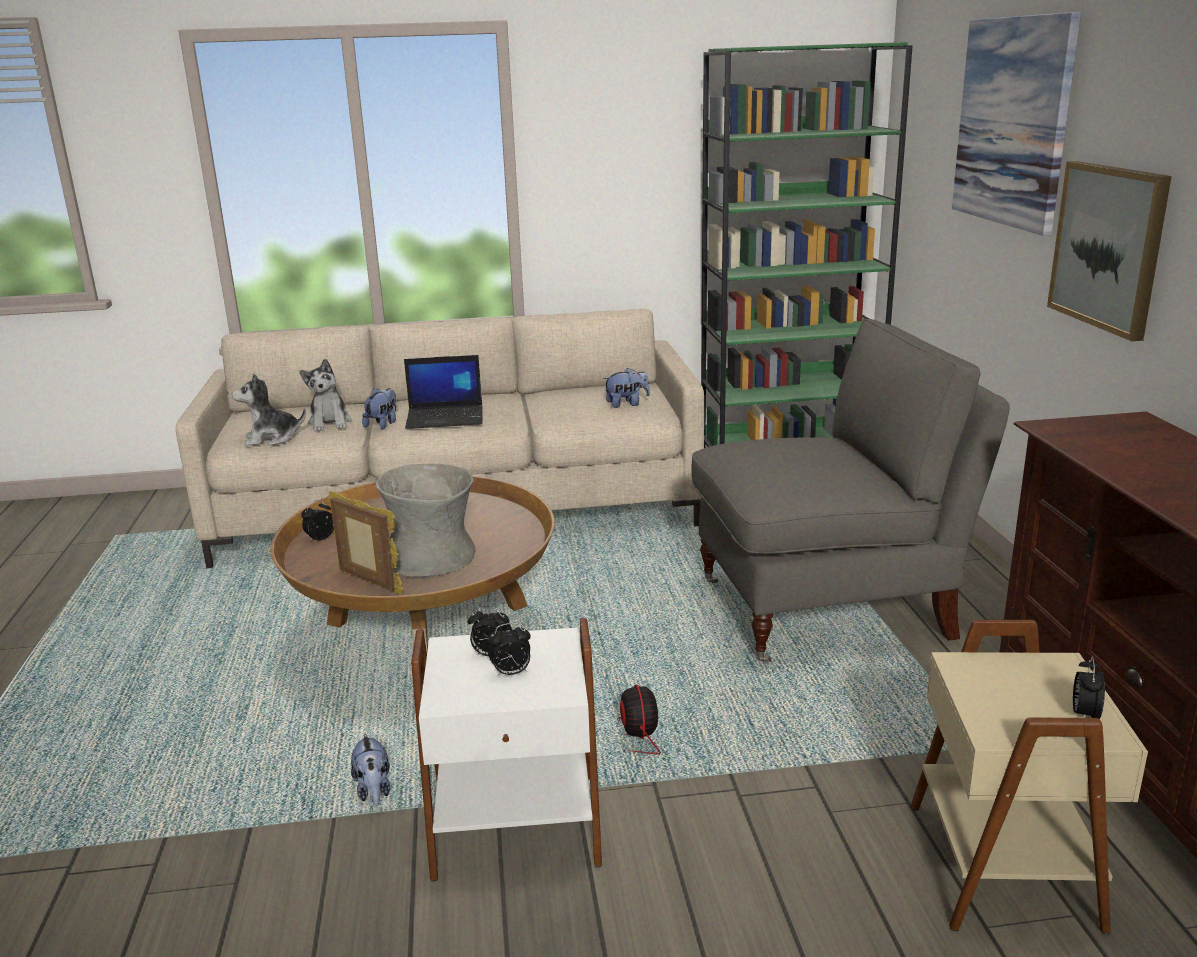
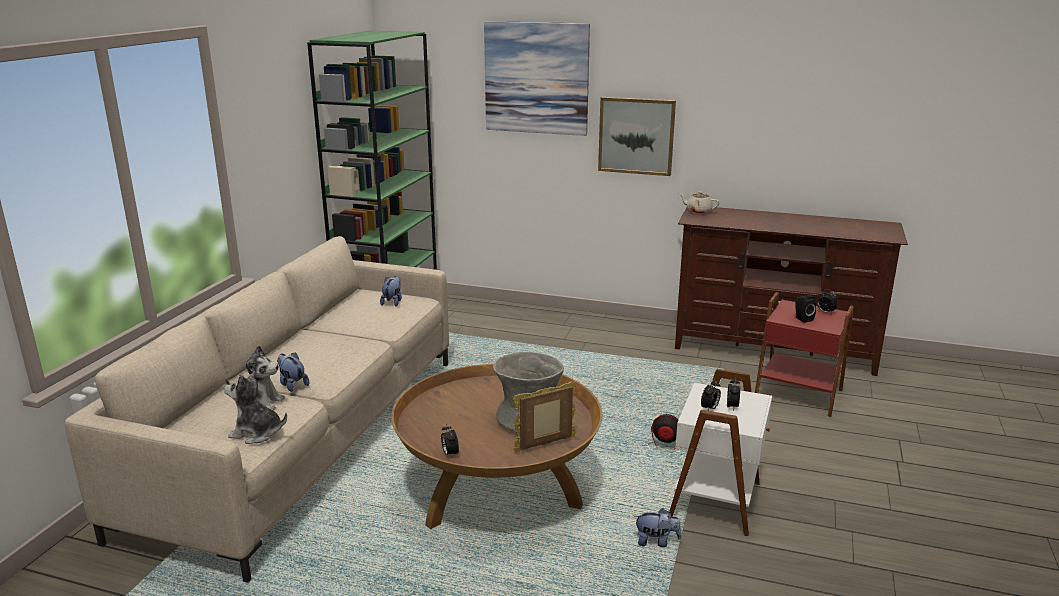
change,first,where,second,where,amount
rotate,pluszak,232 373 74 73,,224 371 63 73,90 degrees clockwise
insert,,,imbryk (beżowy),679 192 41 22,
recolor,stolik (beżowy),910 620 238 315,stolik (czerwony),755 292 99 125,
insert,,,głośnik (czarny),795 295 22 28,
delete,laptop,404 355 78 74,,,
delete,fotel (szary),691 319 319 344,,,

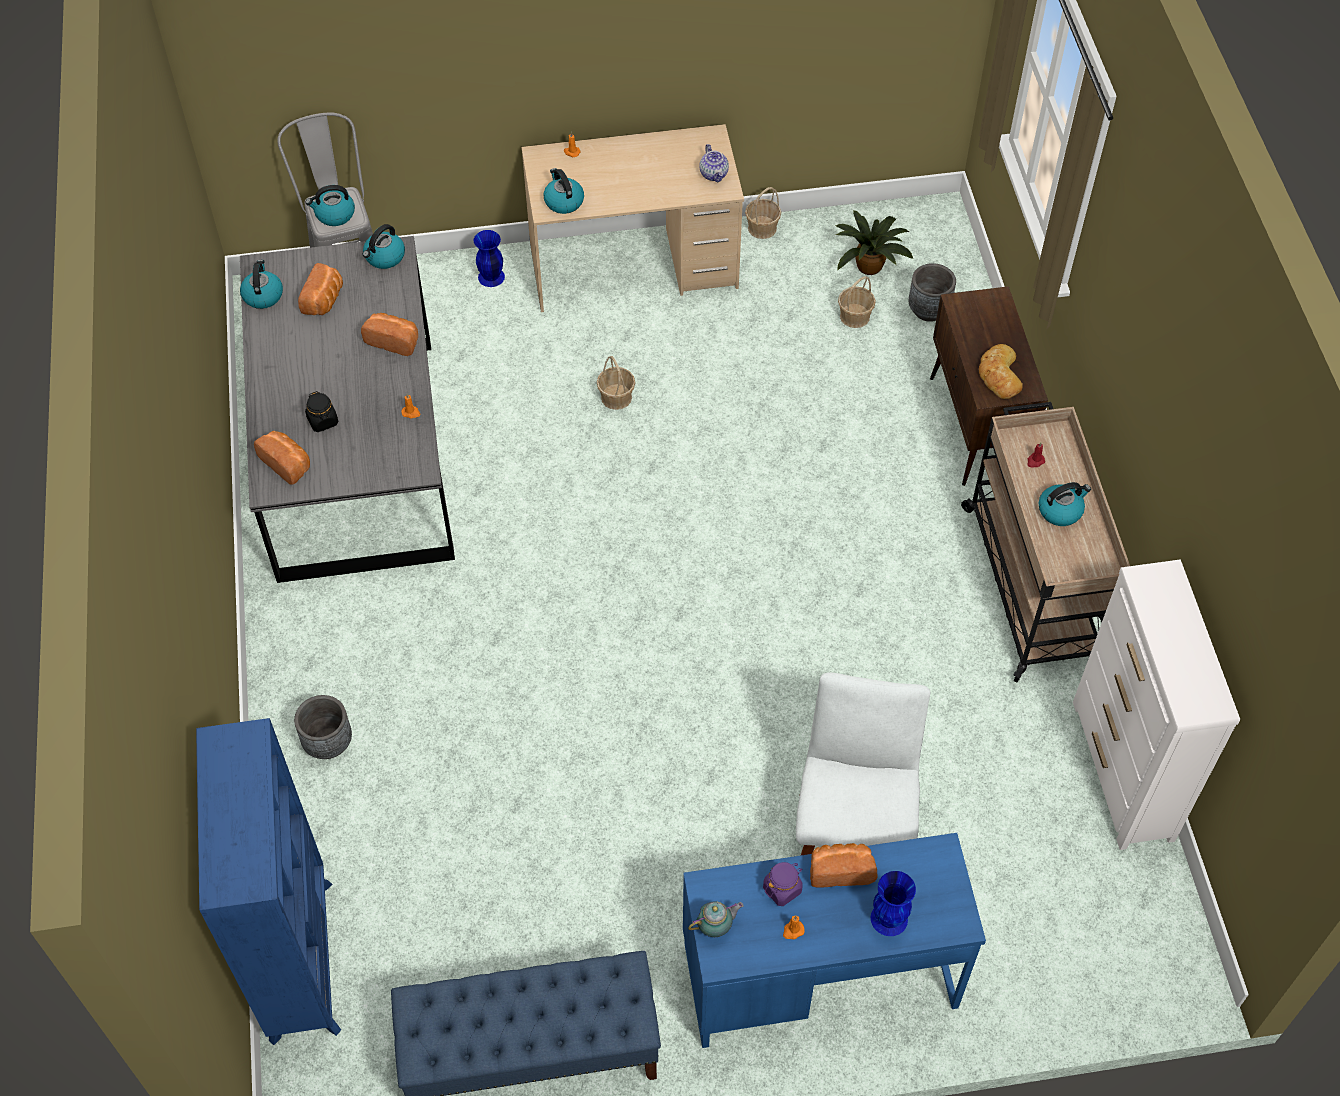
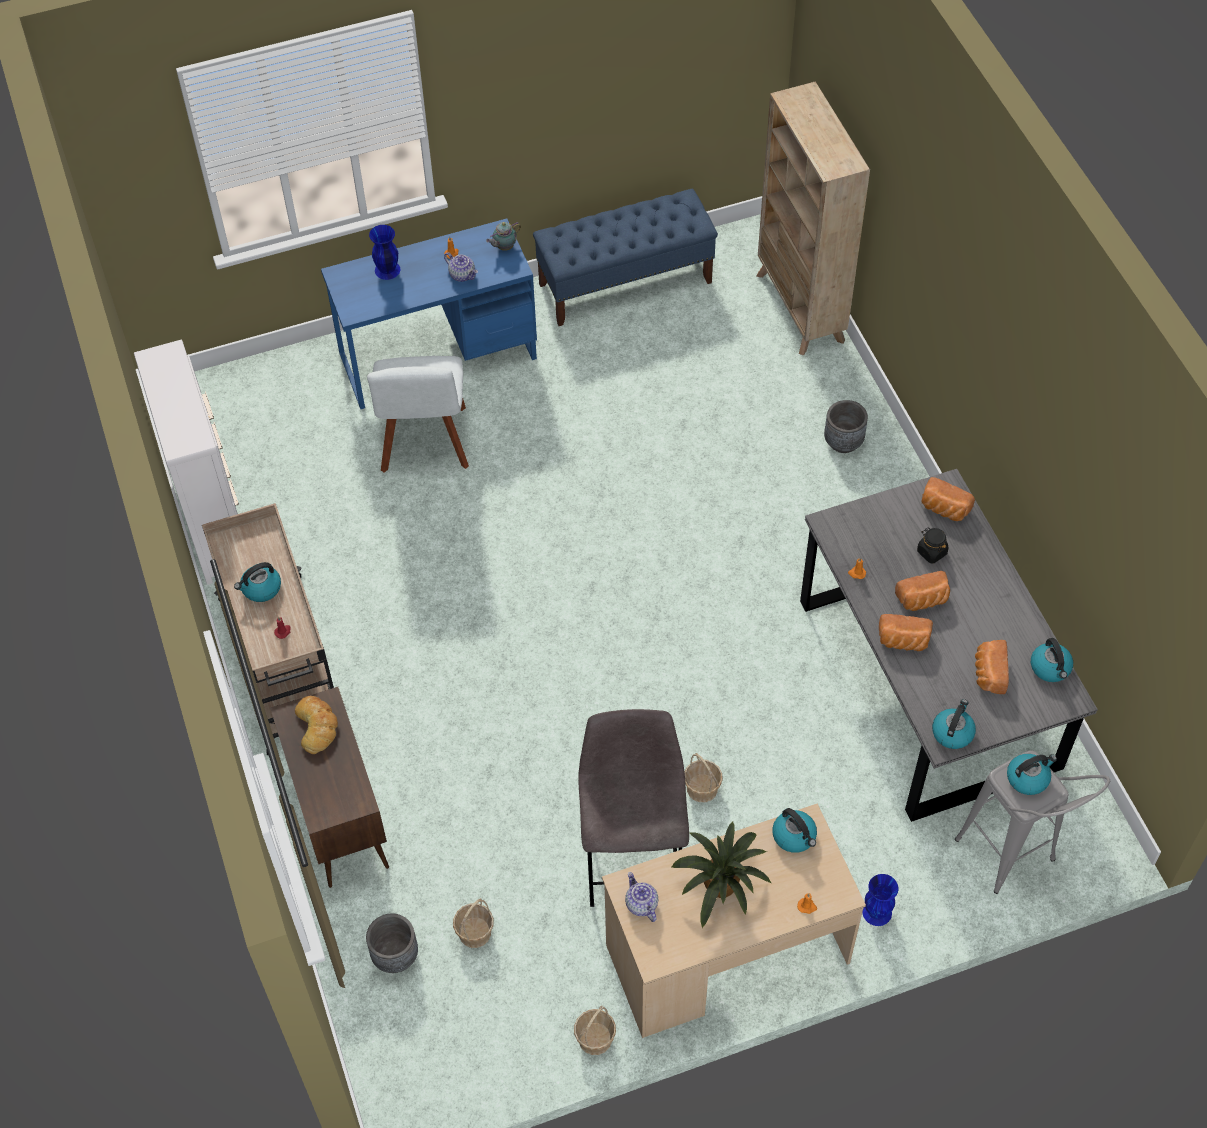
change,first,where,second,where,amount
replace,słoik (fioletowy),763 862 40 44,imbryk,444 252 34 30,
insert,,,stołek (szary),578 709 111 198,
move,roślina doniczkowa,836 210 77 65,,672 822 99 106,
recolor,regał (niebieski),196 718 145 327,regał (beżowy),756 81 114 274,
move,chleb,810 843 68 44,,895 571 55 40,

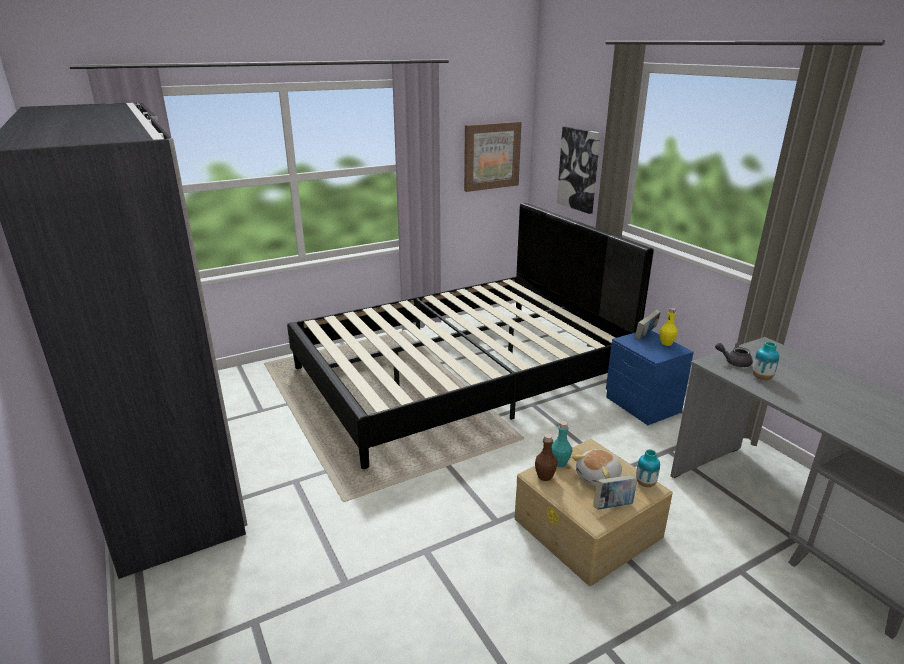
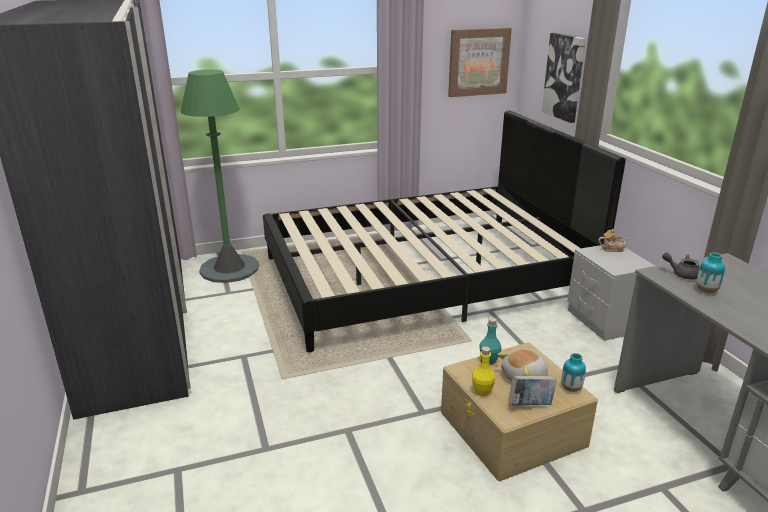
change,first,where,second,where,amount
insert,,,lampa stojąca (zielony),181 70 78 213,
move,butelka (żółty),660 308 18 38,,472 346 23 51,
recolor,szafka nocna (niebieski),606 331 88 94,szafka nocna (szary),567 245 88 96,
replace,książka,635 309 26 31,imbryk,598 229 32 23,
delete,butelka (brązowy),535 434 22 47,,,

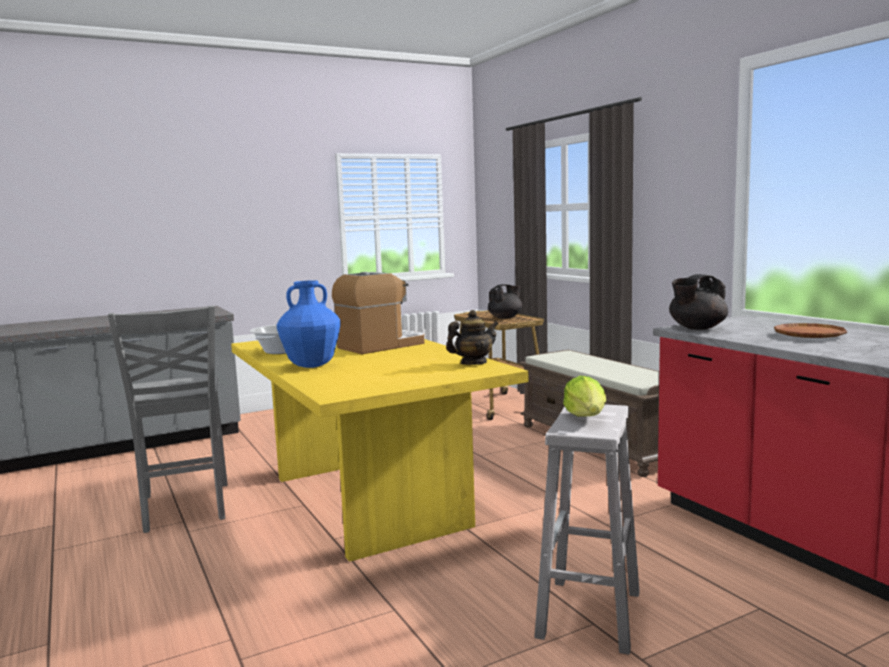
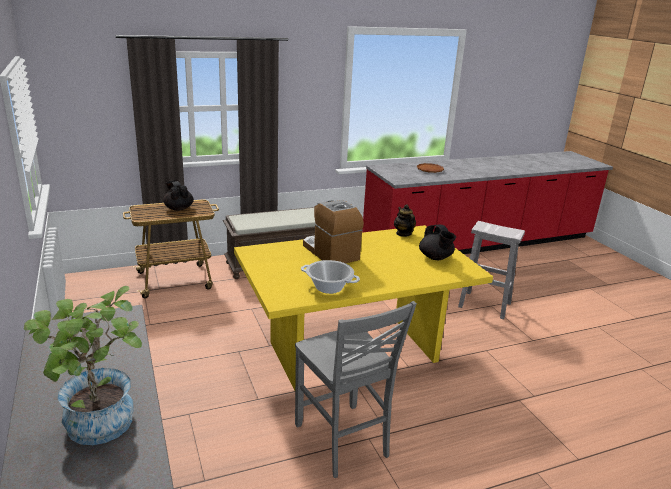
change,first,where,second,where,amount
insert,,,roślina doniczkowa,24 286 118 159,
rotate,krzesło (szary),108 306 119 227,,295 301 122 177,75 degrees clockwise
move,imbryk (czarny),669 274 59 56,,419 225 37 35,
delete,wazon (niebieski),277 280 64 88,,,
delete,sałata,563 376 44 41,,,

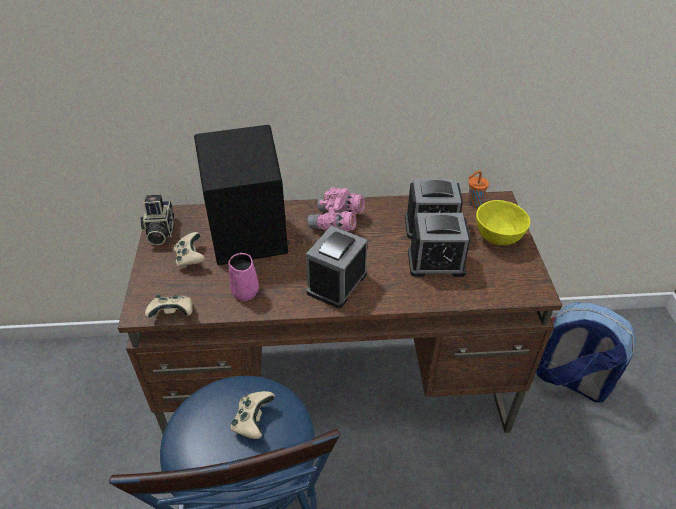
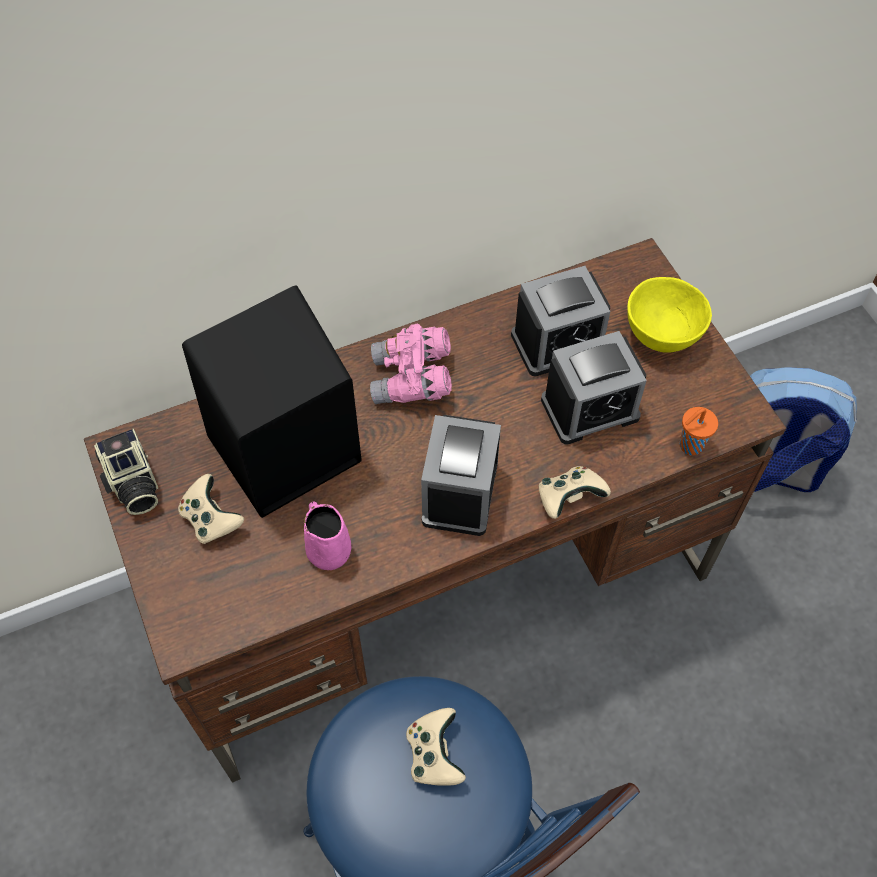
change,first,where,second,where,amount
move,pad do gier (beżowy),145 295 48 23,,538 466 73 53,
move,filiżanka (pomarańczowy),468 171 21 36,,680 407 38 48,

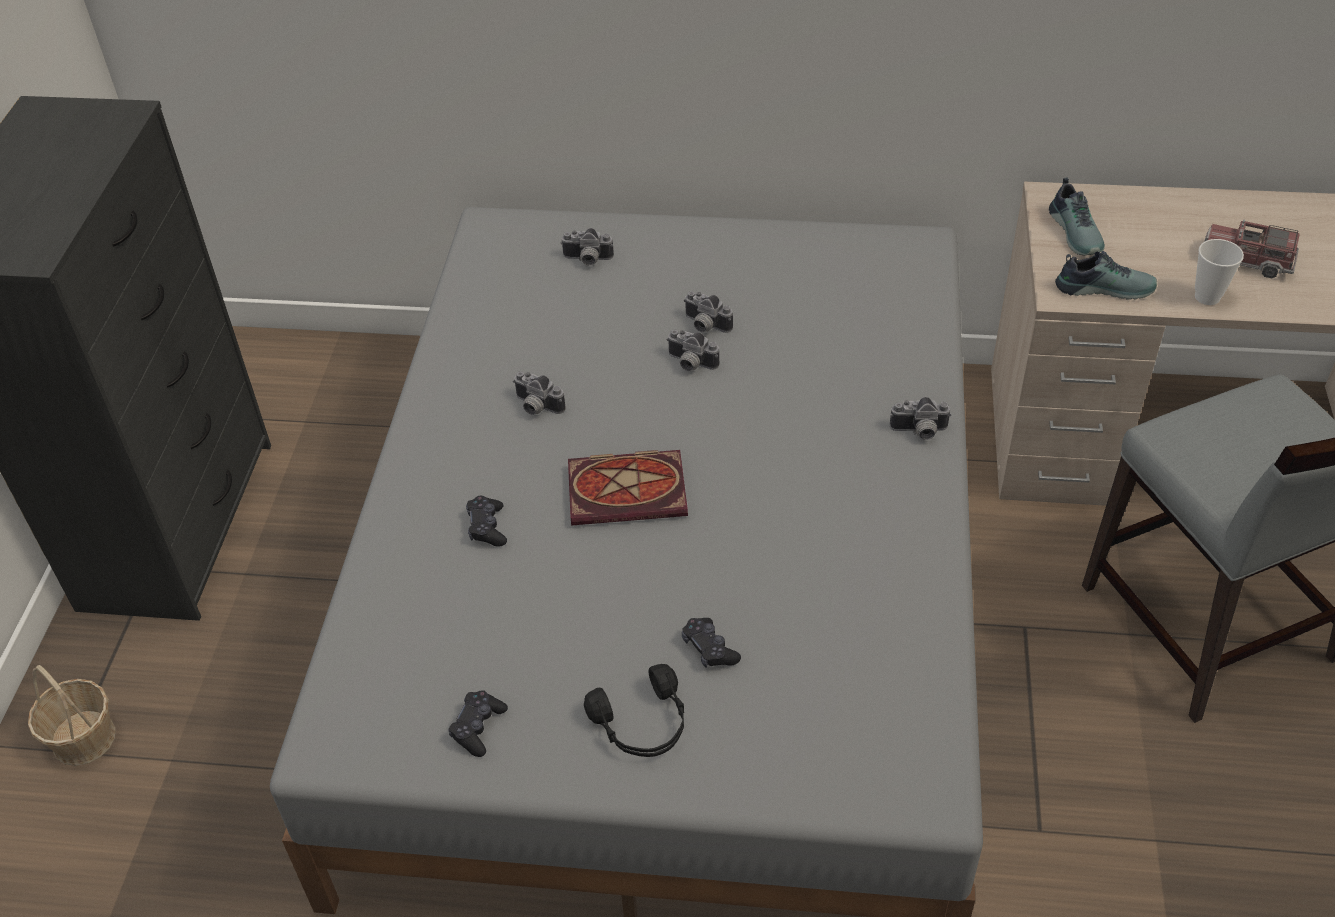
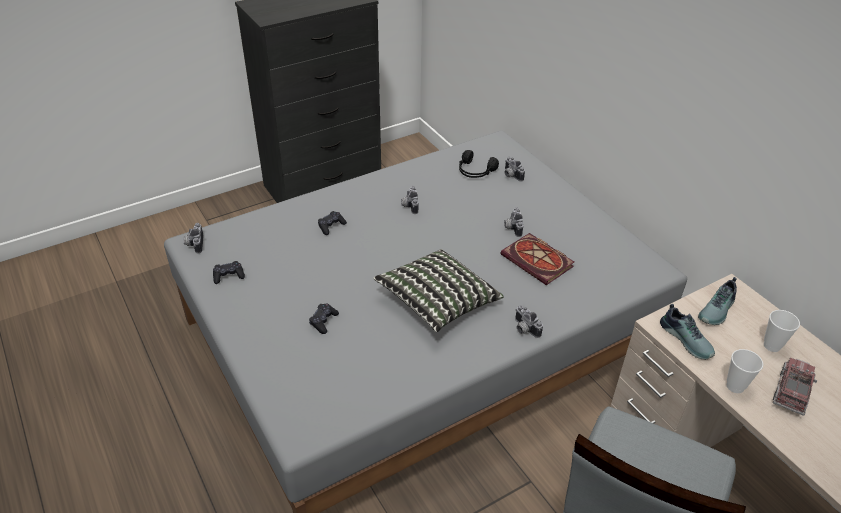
change,first,where,second,where,amount
move,aparat fotograficzny,667 329 52 42,,183 223 20 30,
insert,,,poduszka,373 249 131 83,
move,słuchawki (czarny),584 664 100 93,,459 150 40 28,
move,książka,568 450 120 76,,500 233 74 52,
insert,,,filiżanka,764 310 36 42,
rotate,ciężarówka zabawkowa,1204 219 96 60,,773 358 45 58,45 degrees clockwise
delete,koszyk,28 665 88 101,,,

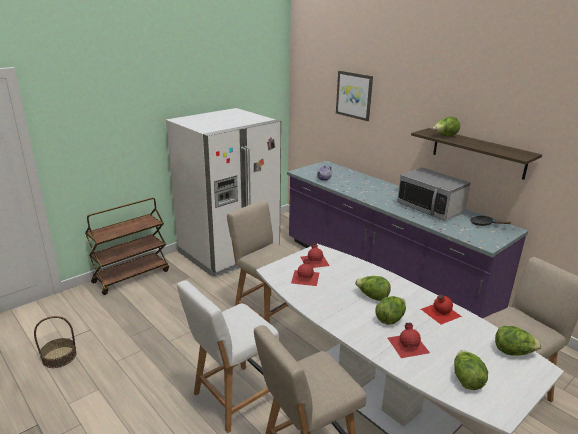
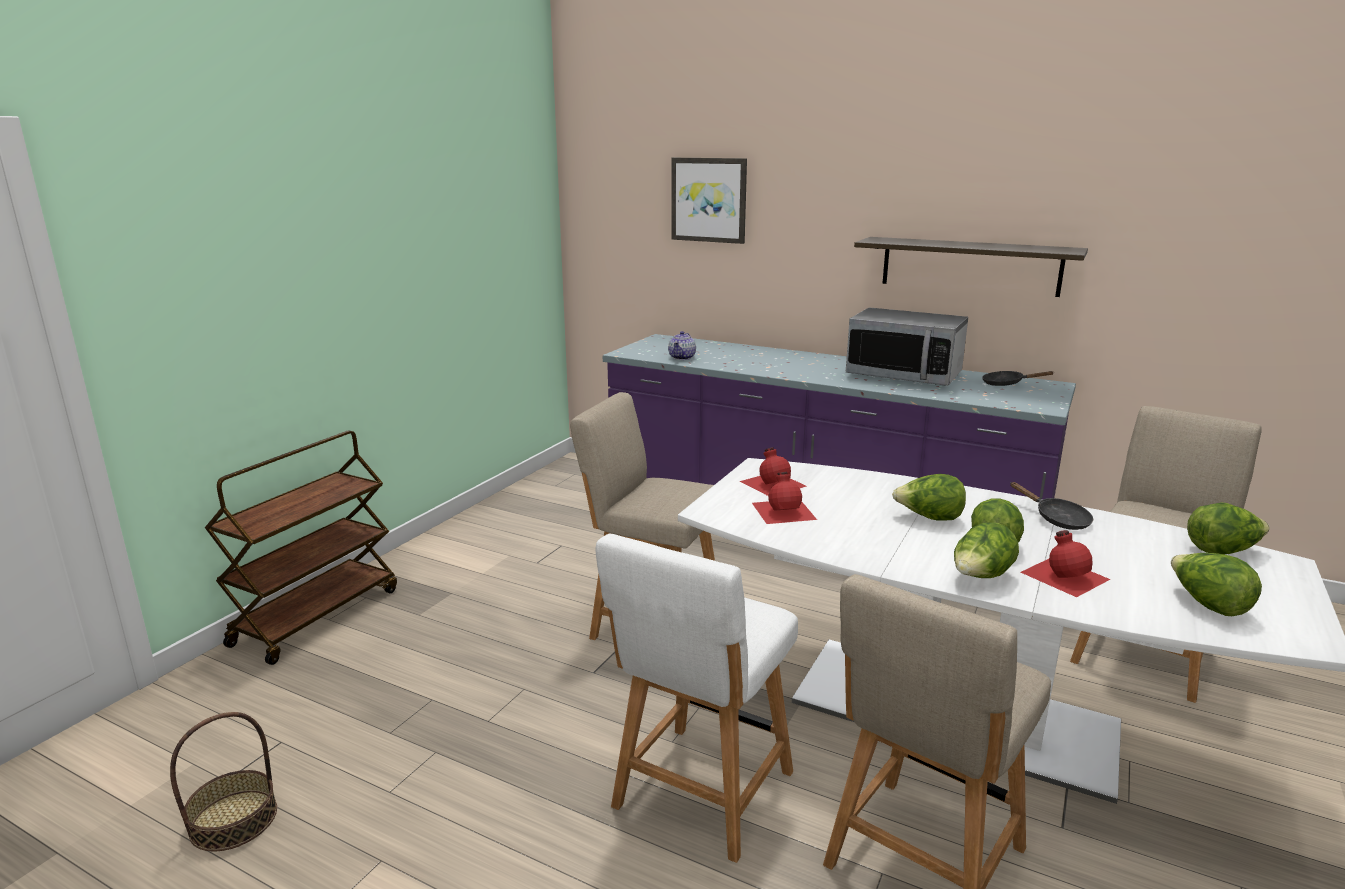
change,first,where,second,where,amount
move,sałata,433 117 27 19,,954 522 65 56,
replace,butelka (czerwony),421 295 41 29,patelnia (czarny),1010 482 83 48,
delete,lodówka (biały),166 108 115 170,,,

